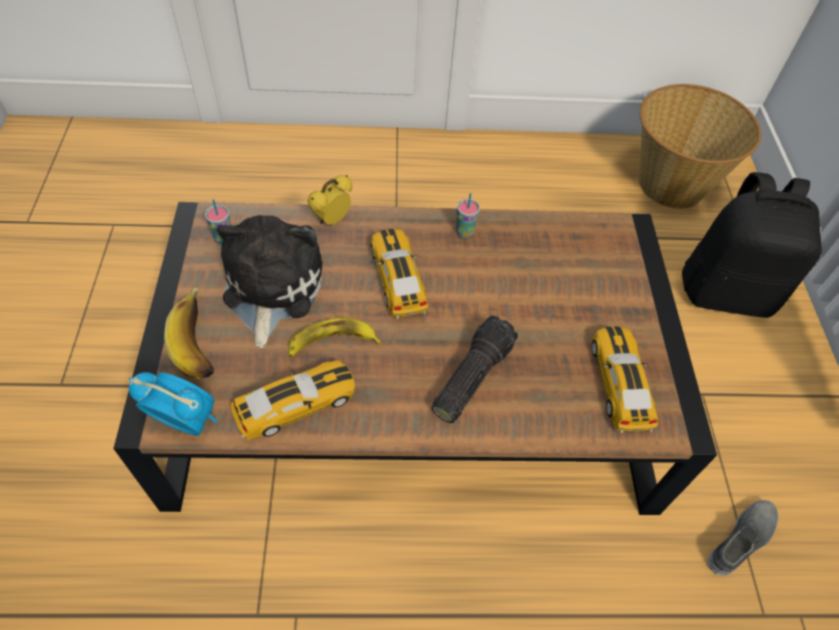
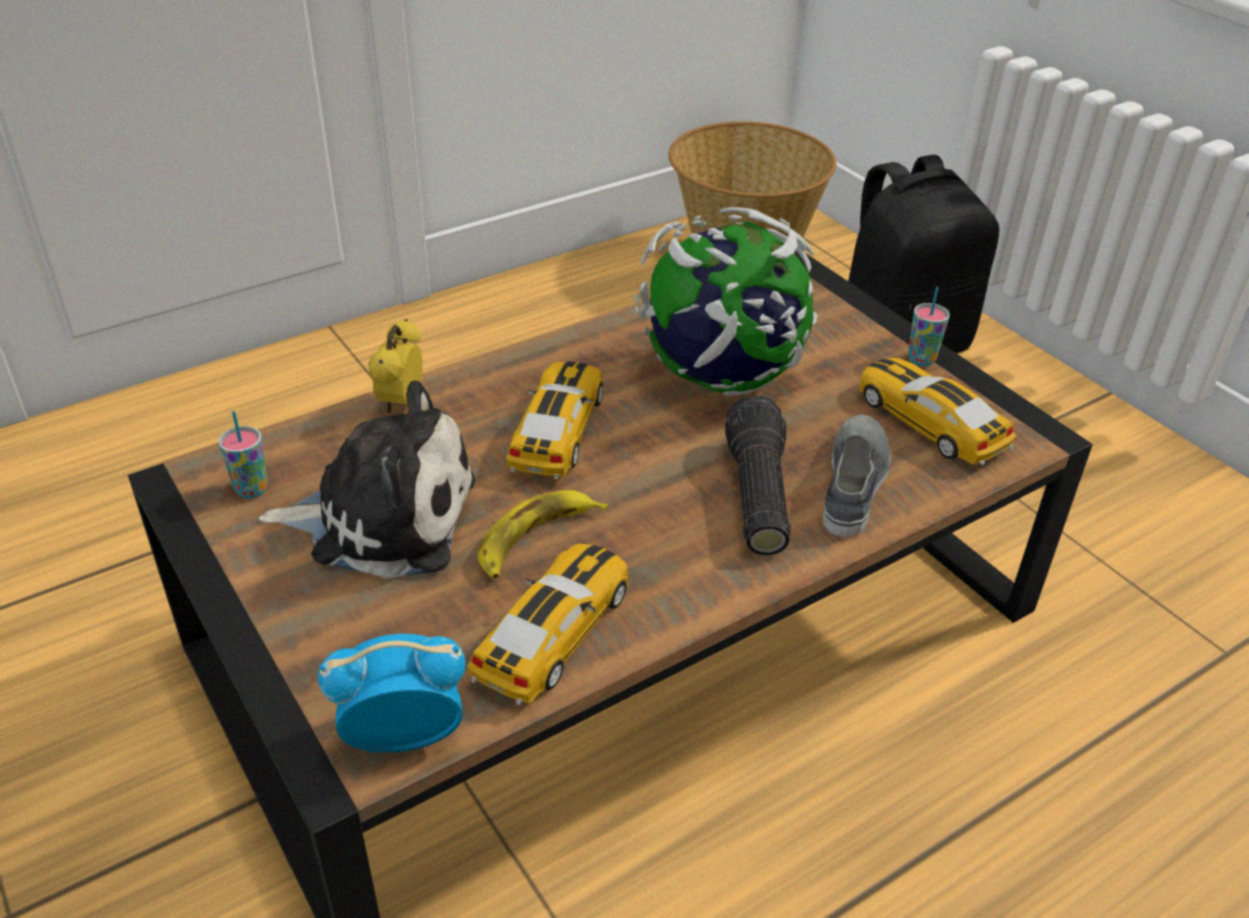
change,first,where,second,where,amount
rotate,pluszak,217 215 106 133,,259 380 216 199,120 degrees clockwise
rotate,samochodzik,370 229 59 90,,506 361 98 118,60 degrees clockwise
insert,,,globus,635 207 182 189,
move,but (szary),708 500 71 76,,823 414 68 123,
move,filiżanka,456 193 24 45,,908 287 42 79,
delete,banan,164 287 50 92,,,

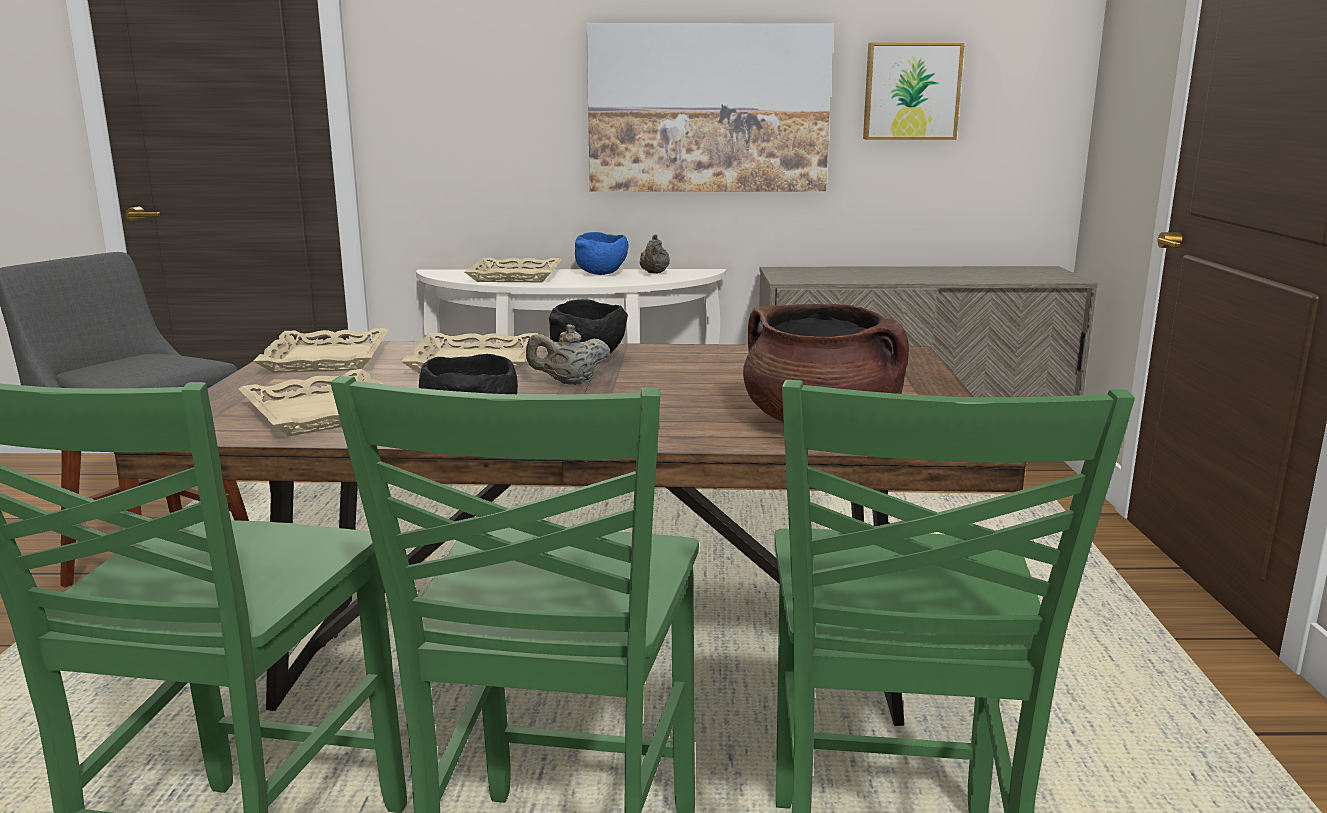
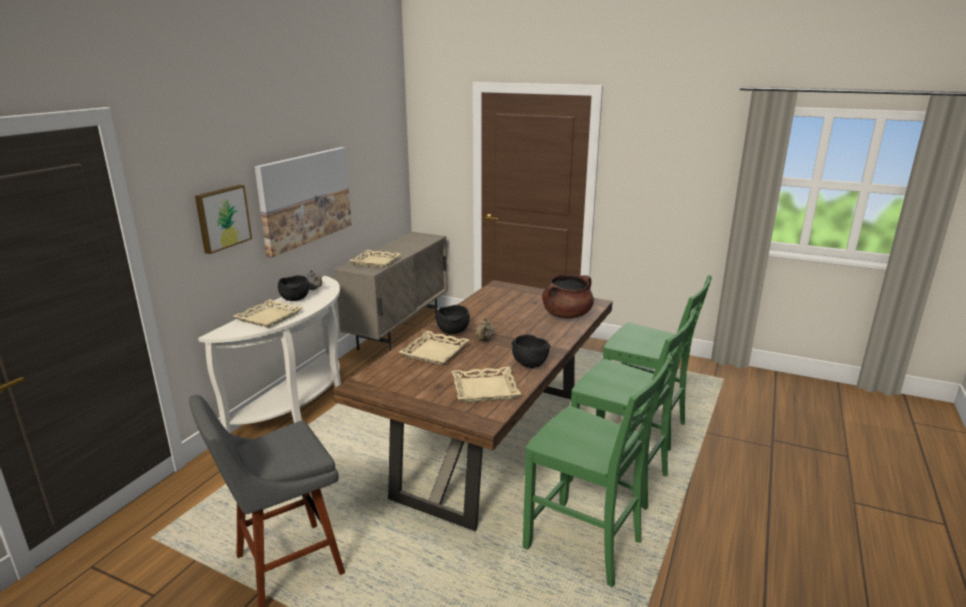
change,first,where,second,where,amount
move,obraz,863 43 101 96,,195 185 57 69,
recolor,miska (niebieski),575 232 53 43,miska (czarny),278 275 31 26,
move,taca (beżowy),253 328 135 45,,349 250 52 18,

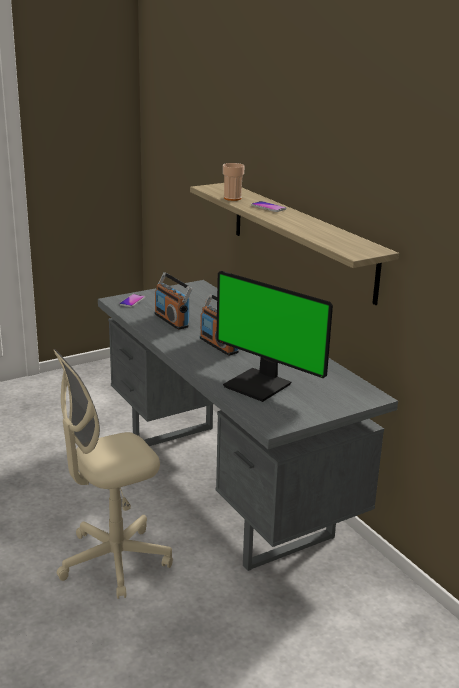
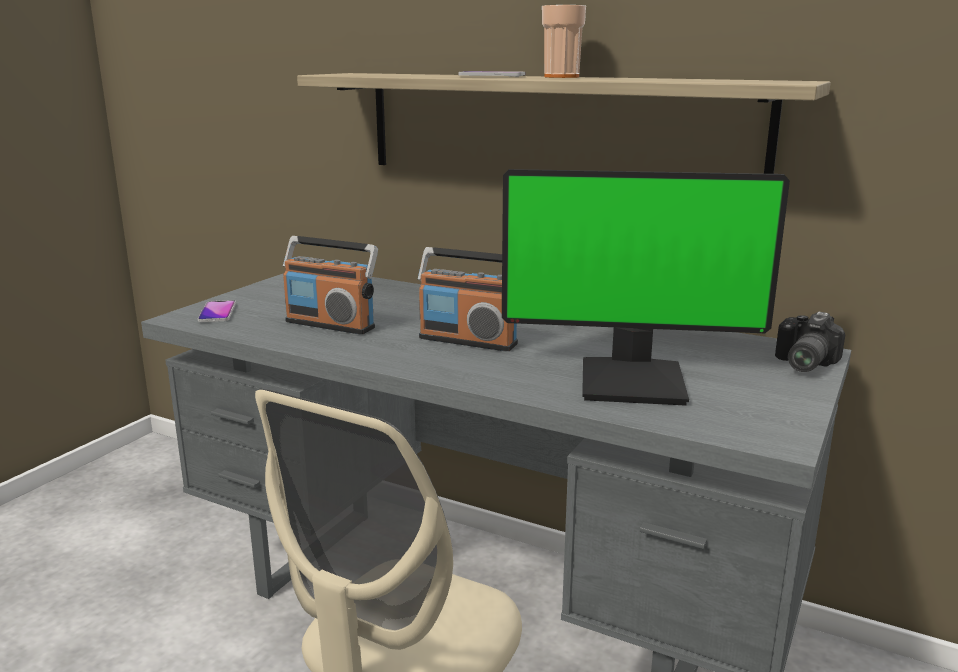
change,first,where,second,where,amount
move,filiżanka,223 163 22 38,,542 5 44 73,
insert,,,aparat fotograficzny,775 312 70 60,

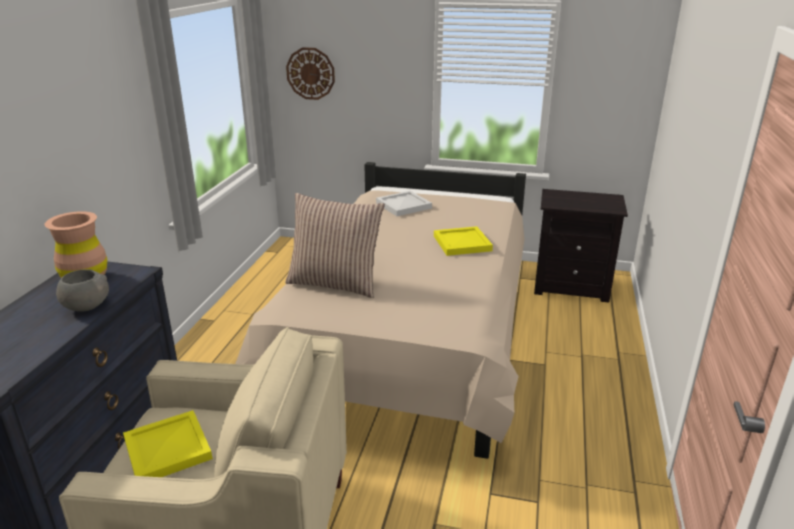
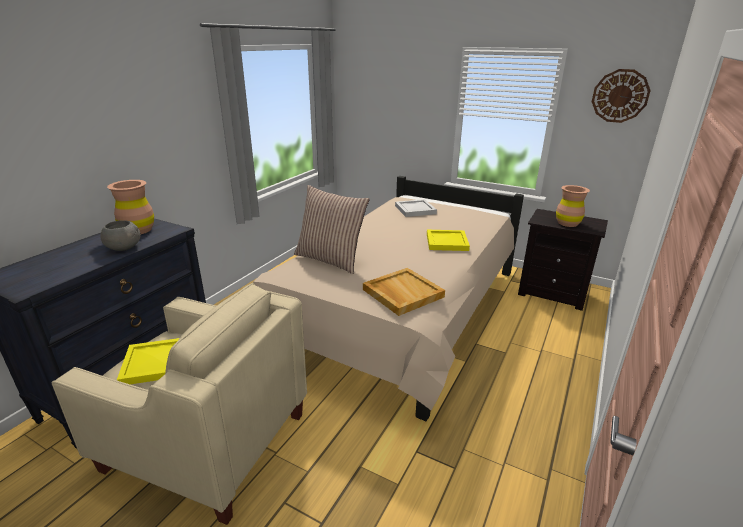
change,first,where,second,where,amount
insert,,,taca (beżowy),363 268 82 48,
insert,,,wazon (brązowy),556 185 34 42,
move,zegar ścienny,286 47 49 53,,592 69 59 54,

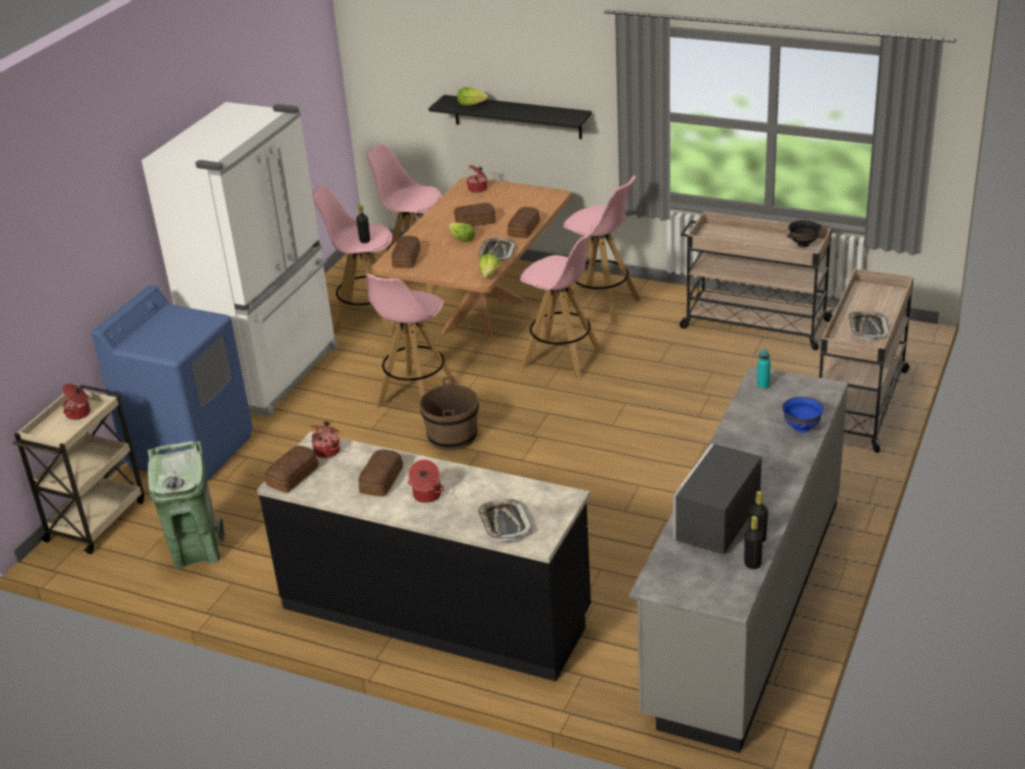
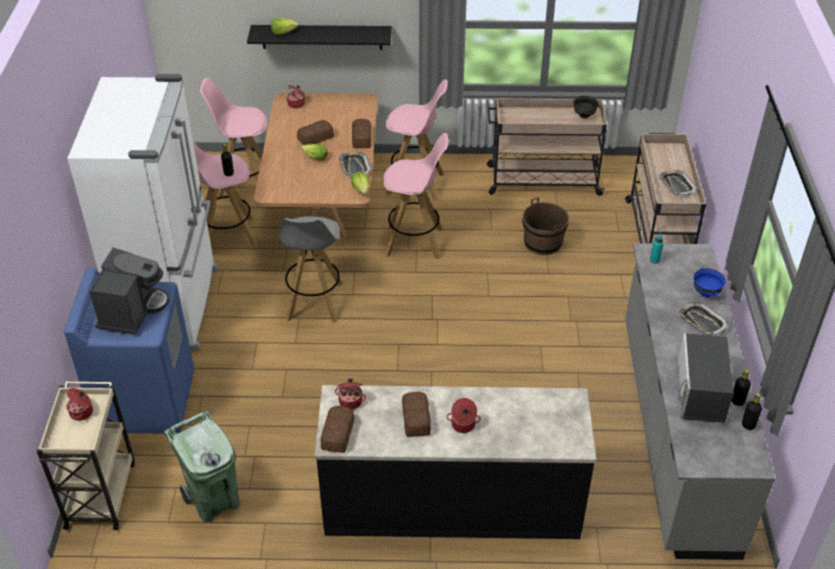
change,first,where,second,where,amount
insert,,,ekspres do kawy,89 247 80 88,
recolor,stołek (różowy),366 274 91 134,stołek (szary),277 216 66 107,
move,wiadro (brązowy),420 377 59 74,,522 197 47 58,
move,taca,477 499 56 43,,678 302 51 34,
delete,chleb,392 236 29 32,,,

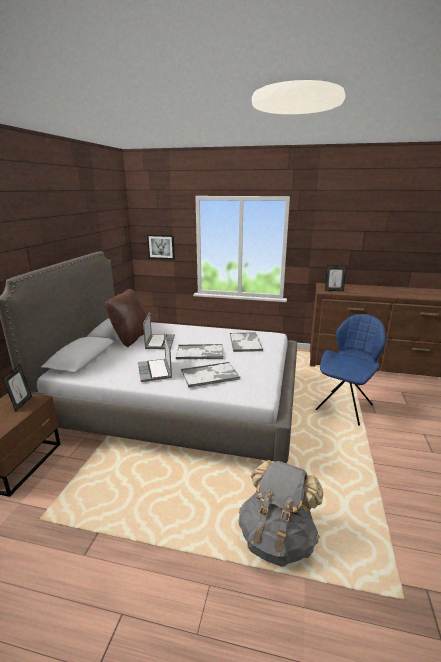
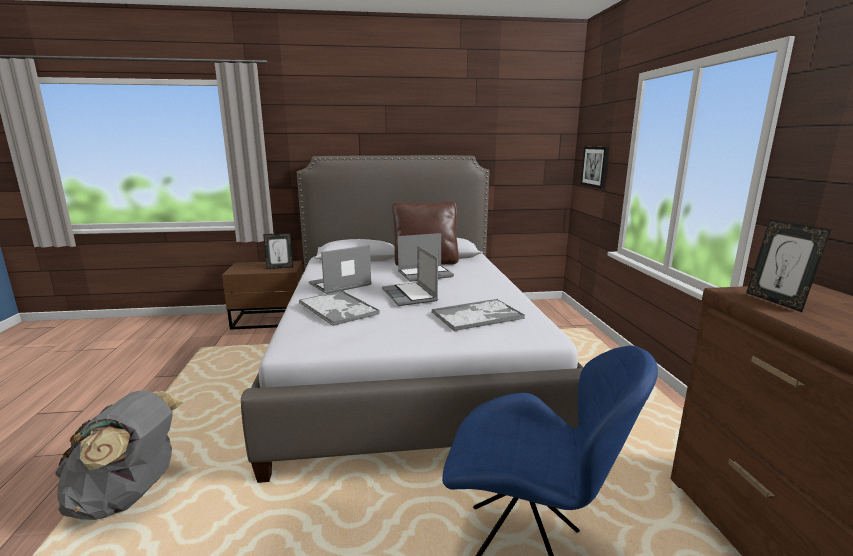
change,first,where,second,where,amount
replace,taca,176 344 47 15,laptop,382 246 56 60,

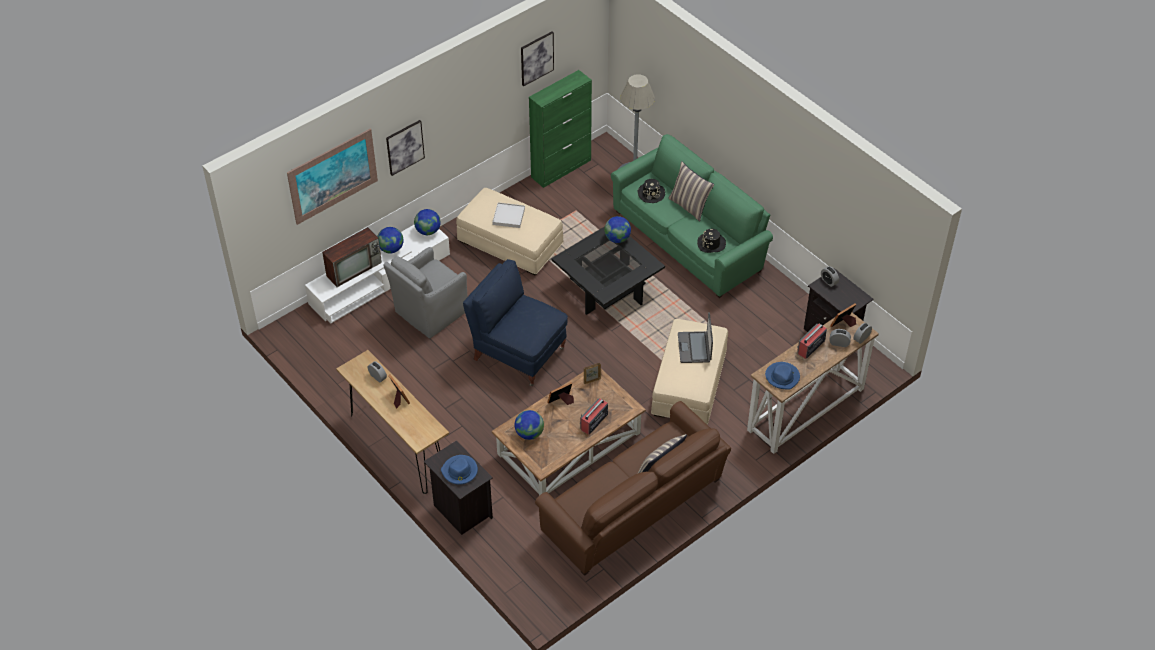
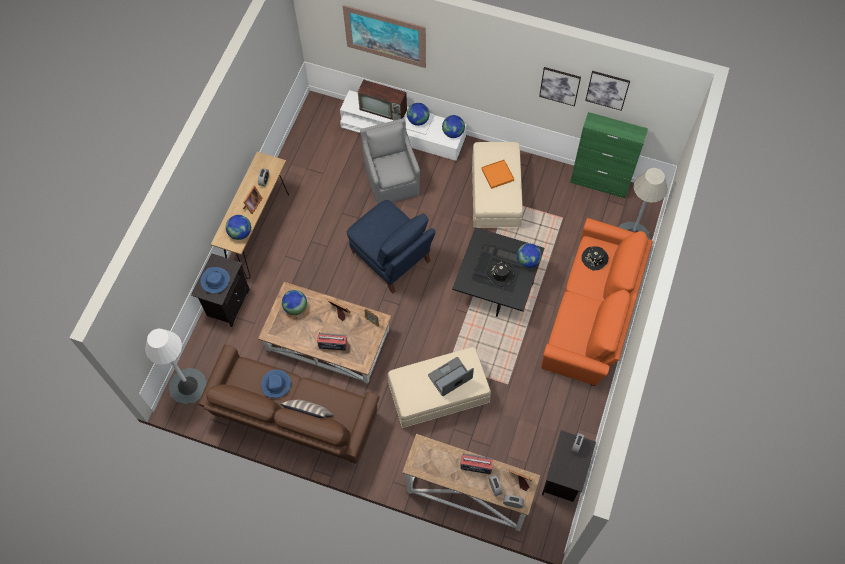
change,first,where,second,where,amount
insert,,,lampa stojąca (biały),145 329 62 76,
insert,,,globus,226 215 25 25,
move,kapelusz (niebieski),765 362 35 28,,261 370 30 28,
rotate,fotel (niebieski),463 259 105 127,,347 200 88 94,135 degrees clockwise
rotate,fotel (szary),383 247 84 91,,360 118 60 86,60 degrees clockwise
recolor,taca (biały),492 202 33 26,taca (pomarańczowy),481 160 33 29,
move,kapelusz (czarny),697 229 29 24,,488 262 26 24,
move,obraz,386 120 39 56,,539 67 42 39,
recolor,kanapa (zielony),611 134 162 164,kanapa (pomarańczowy),541 218 112 168,
delete,poduszka,669 161 45 60,,,

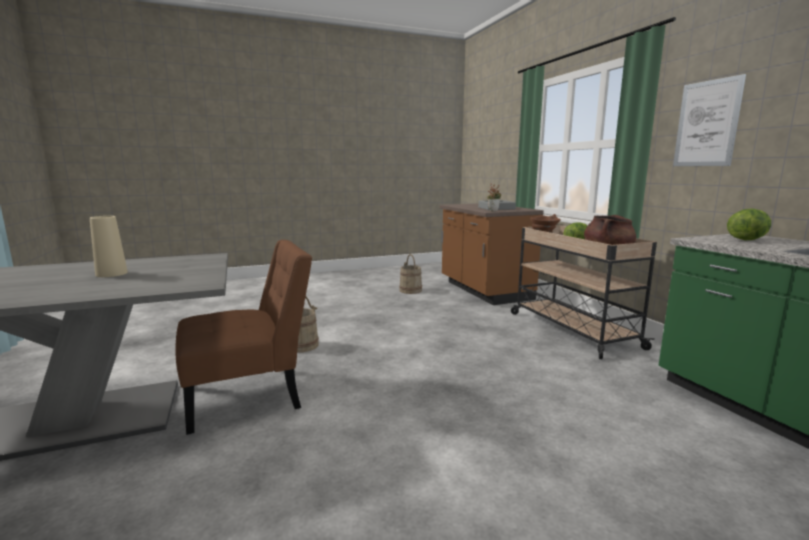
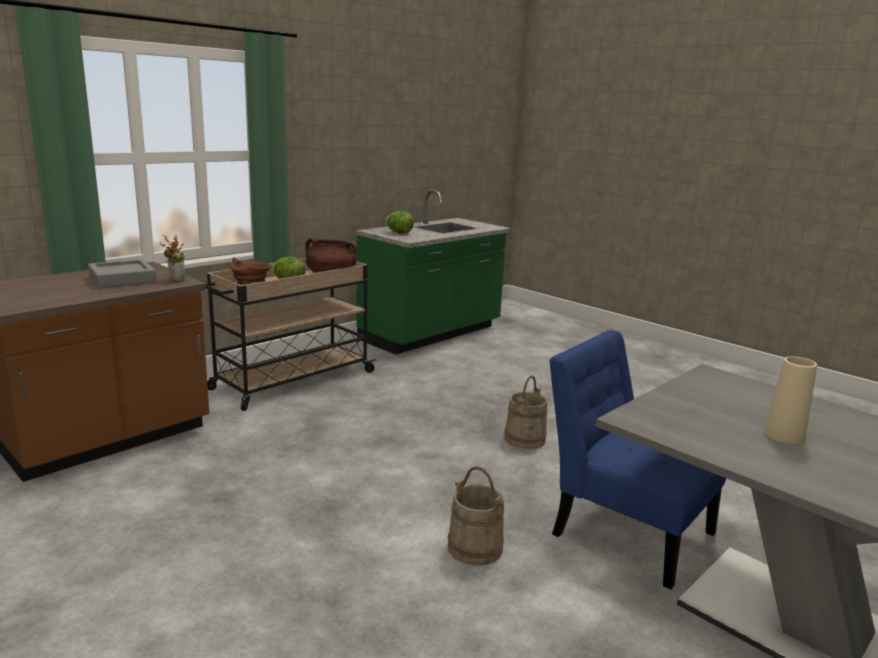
change,first,where,second,where,amount
move,wiadro (beżowy),399 254 23 40,,504 376 43 73,
recolor,krzesło (brązowy),175 240 138 195,krzesło (niebieski),549 330 177 260,
delete,obraz,673 74 73 92,,,

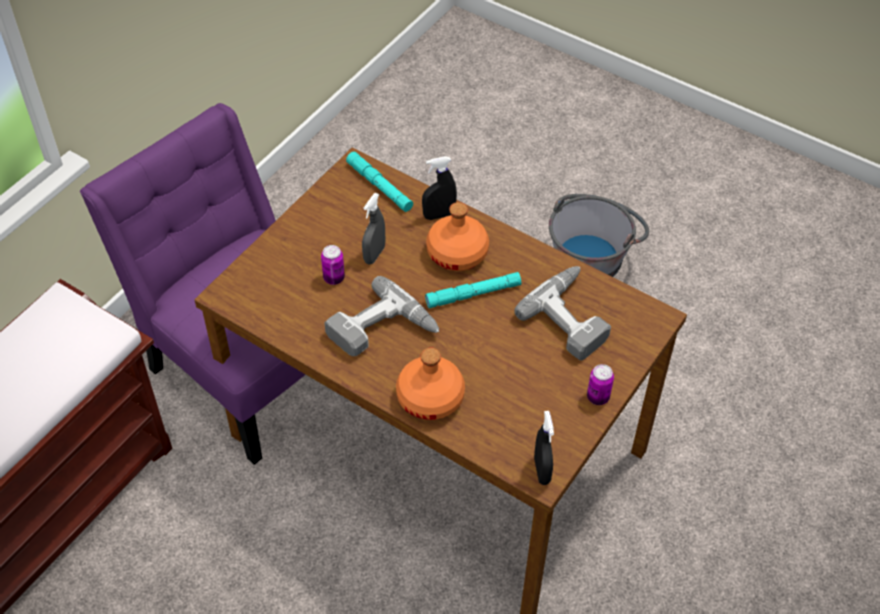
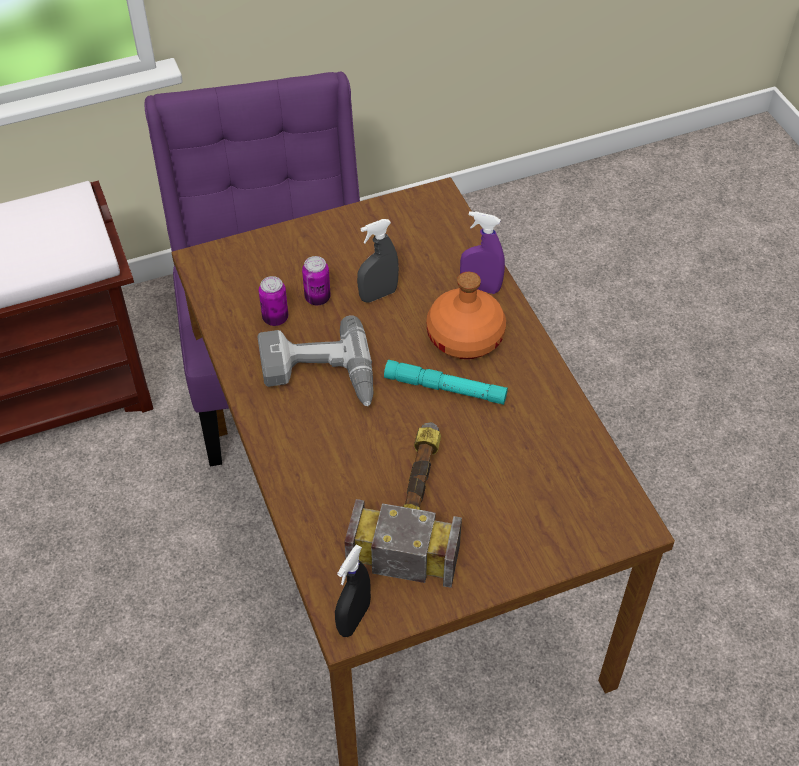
change,first,where,second,where,amount
move,puszka,587 364 27 41,,259 276 29 50,
insert,,,młotek,344 422 118 166,
recolor,spryskiwacz (czarny),422 156 35 64,spryskiwacz (fioletowy),460 211 45 83,
delete,latarka (turkusowy),346 152 67 60,,,
delete,butelka (pomarańczowy),396 347 69 73,,,
delete,wiertarka,514 266 97 94,,,
delete,wiadro (szary),549 194 100 83,,,

